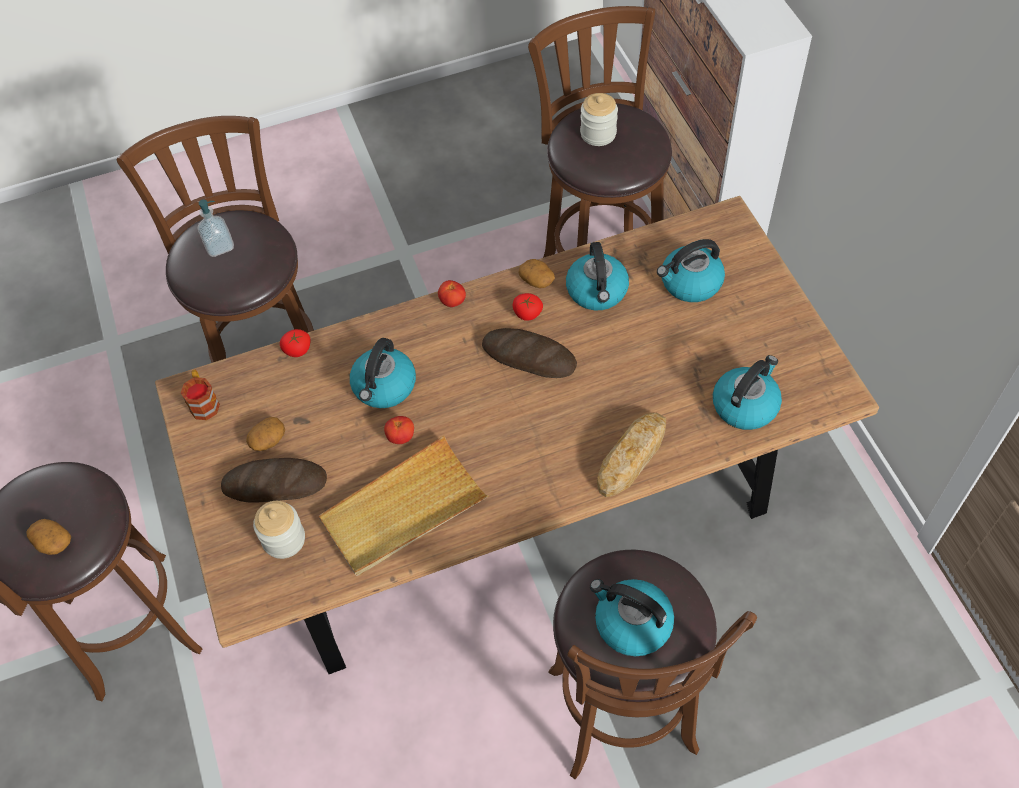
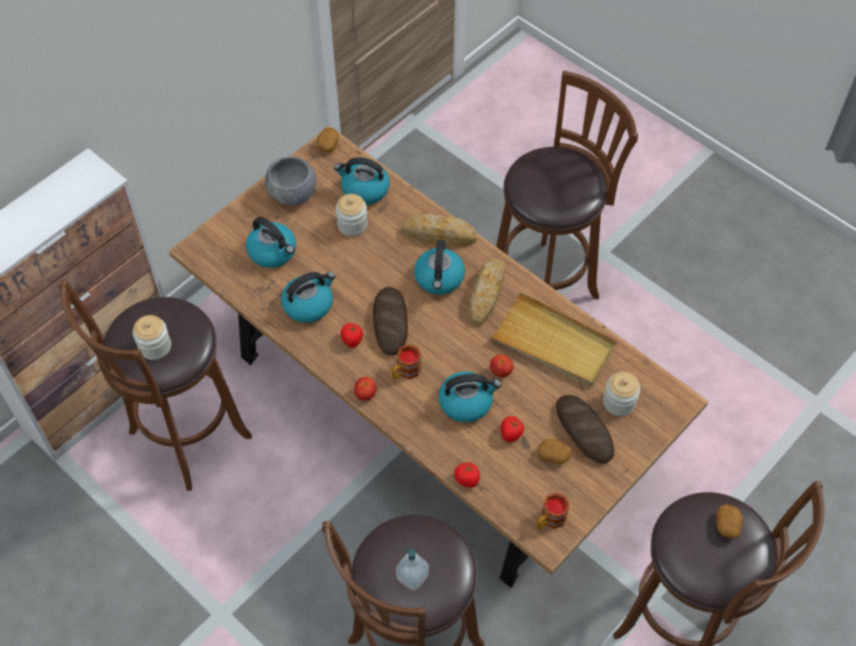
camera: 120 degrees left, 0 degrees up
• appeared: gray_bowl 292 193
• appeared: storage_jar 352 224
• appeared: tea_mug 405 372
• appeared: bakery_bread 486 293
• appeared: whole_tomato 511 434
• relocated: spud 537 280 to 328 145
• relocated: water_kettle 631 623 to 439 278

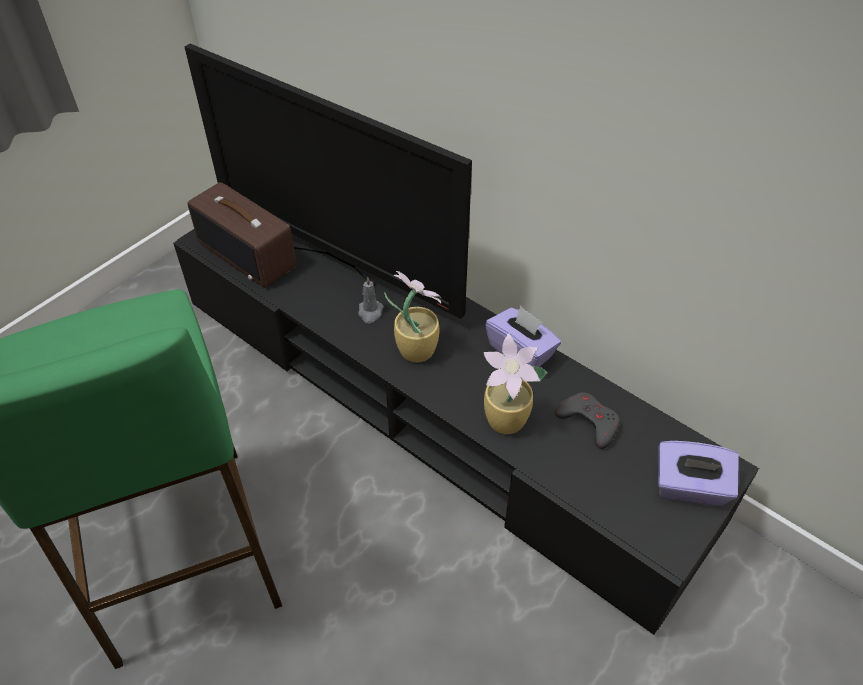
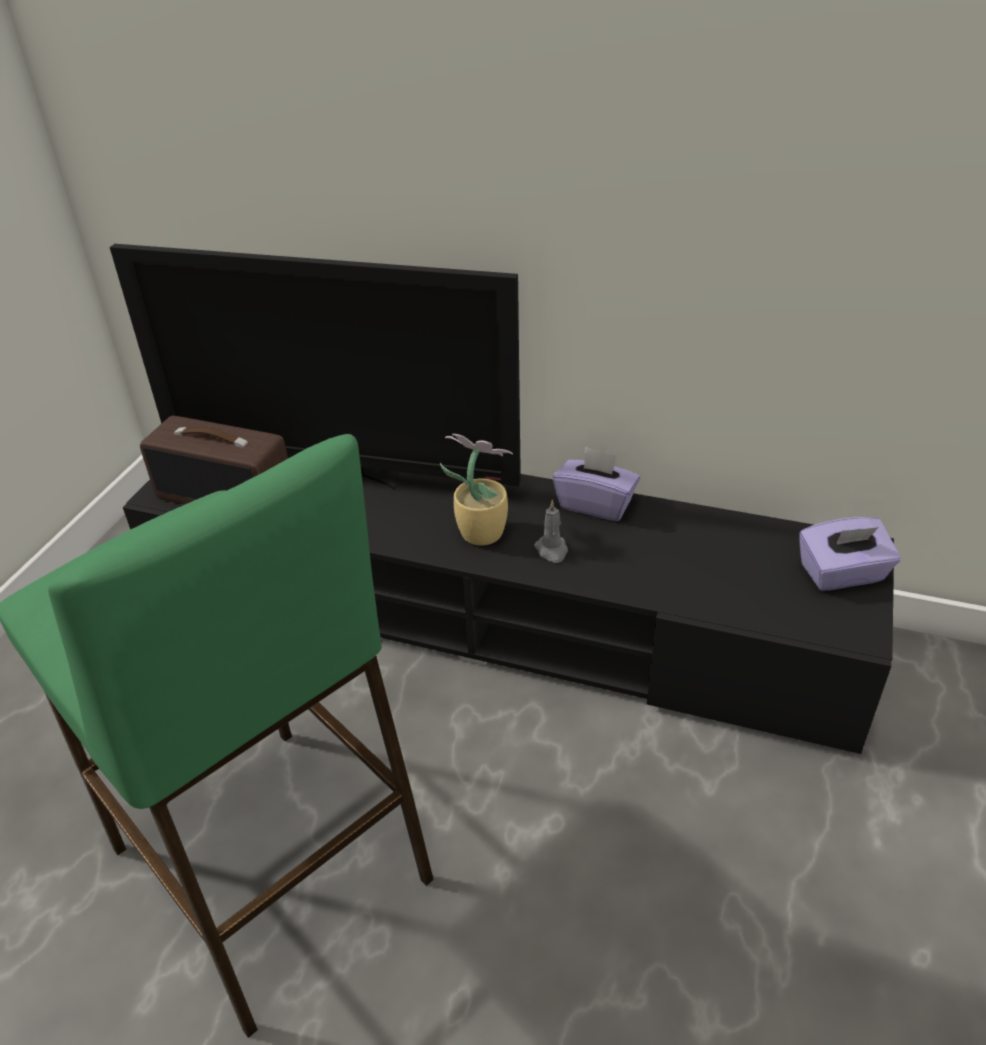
camera: 20 degrees left, 10 degrees down
• missing: plant_in_a_pot 507 422
• missing: gray_game_controller 588 422
• relocated: gray_wax_light 370 312 to 552 550

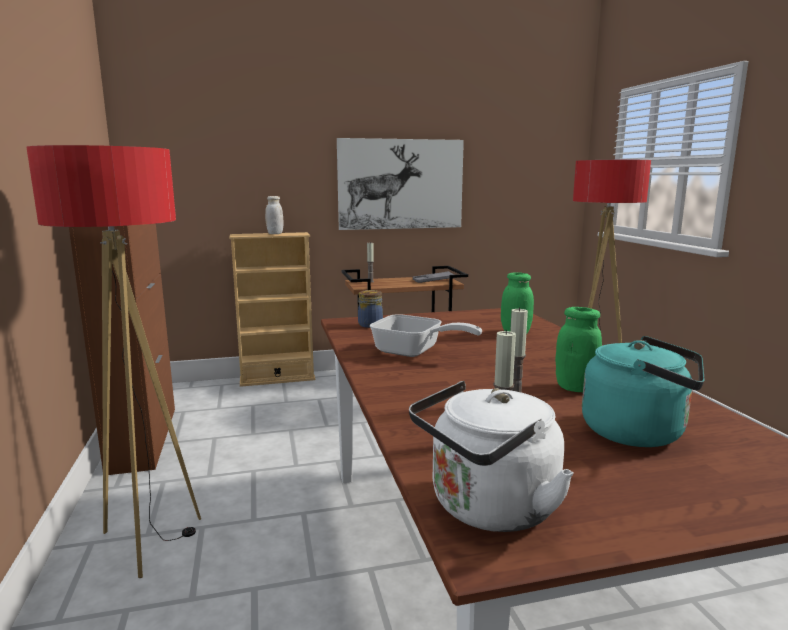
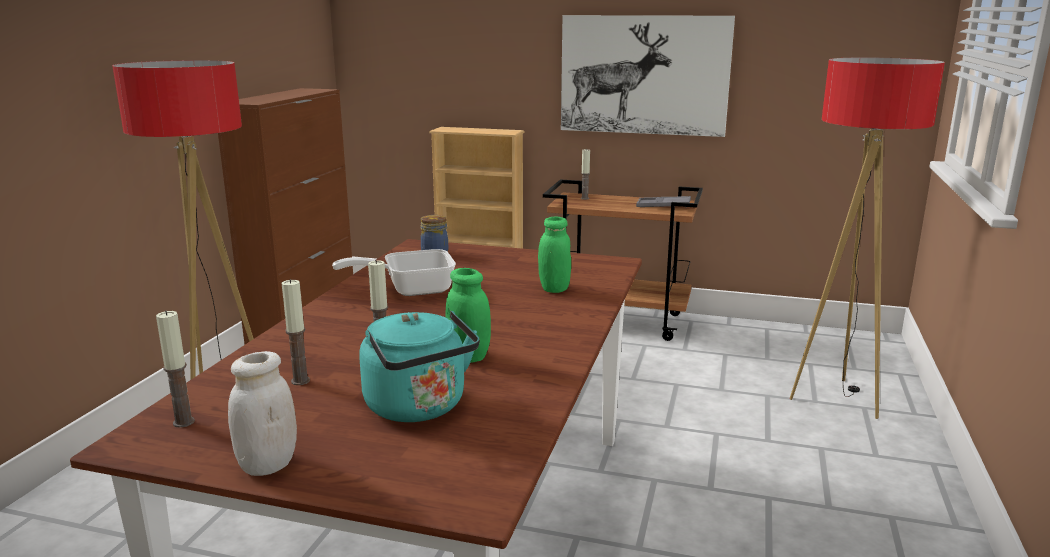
camera: 30 degrees right, 5 degrees up
• relocated: whitish_storage_jar 275 233 to 267 465
• exchanged: whitish_water_kettle 488 509 to wax_light 183 422
• spun: skillet 414 352 = 410 289 105 degrees clockwise

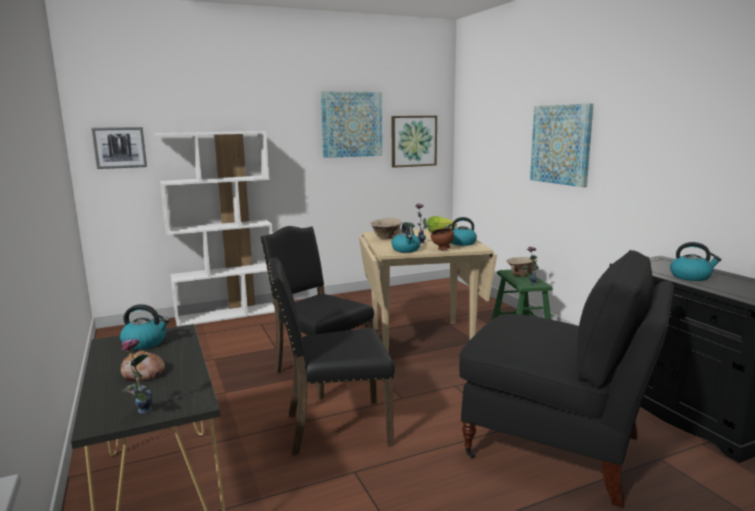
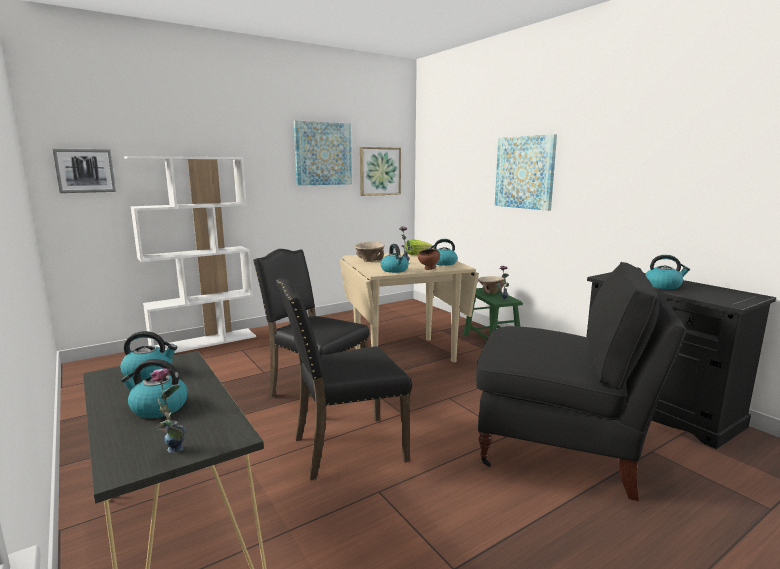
camera: 10 degrees left, 0 degrees up
• exchanged: bakery_bread 143 374 to water_kettle 158 407

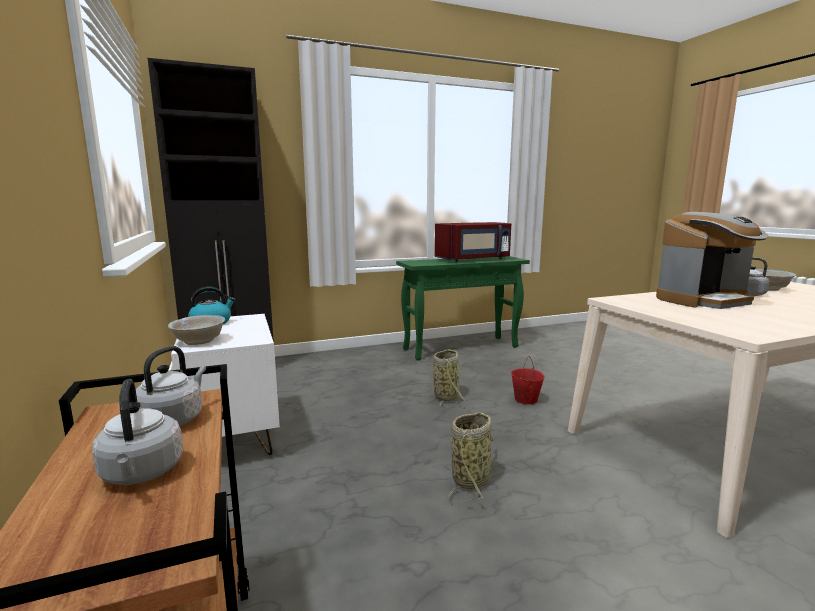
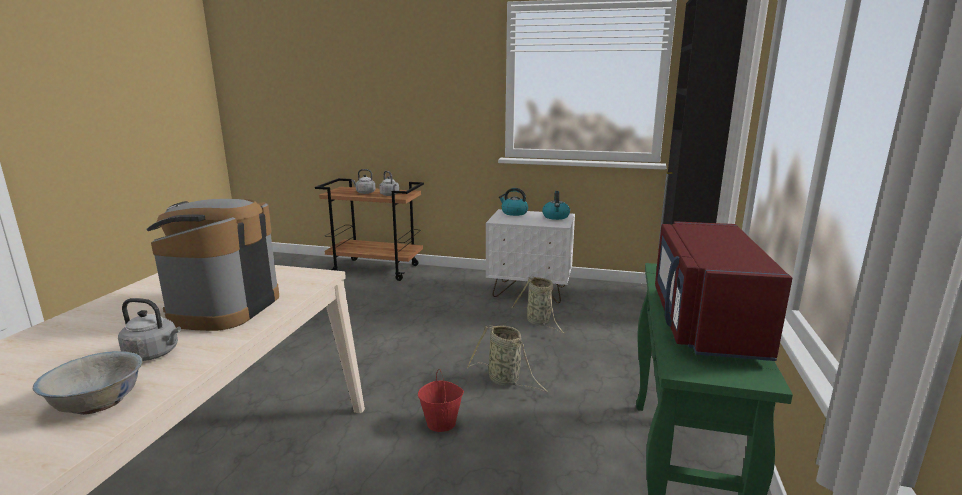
camera: 125 degrees right, 5 degrees up
• relocated: storage_basket 472 479 to 539 322
• exchanged: whitish_bowl 199 341 to water_kettle 514 213

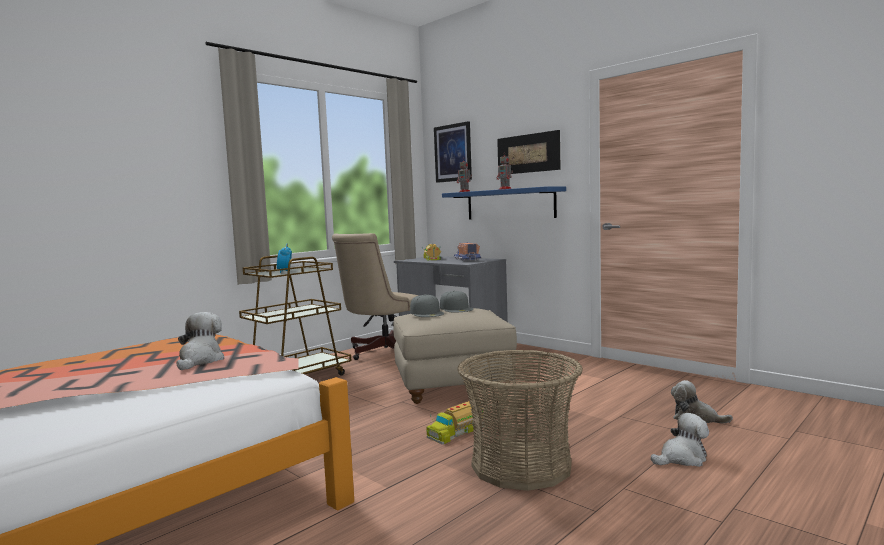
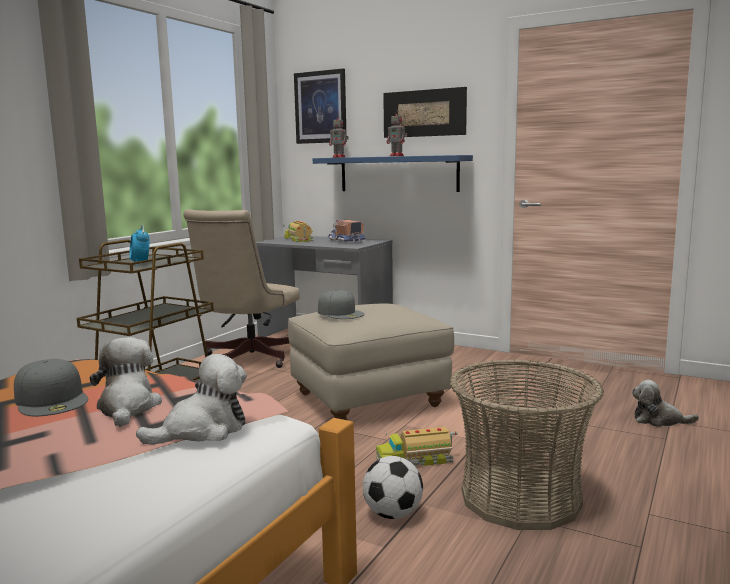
camera: 15 degrees left, 5 degrees up
• appeared: ball_for_football 393 514
• relocated: gray_peaked_cap 456 308 to 52 399
• relocated: soft_toy 682 458 to 203 430
• spun: toy_truck 456 431 = 415 460 45 degrees clockwise

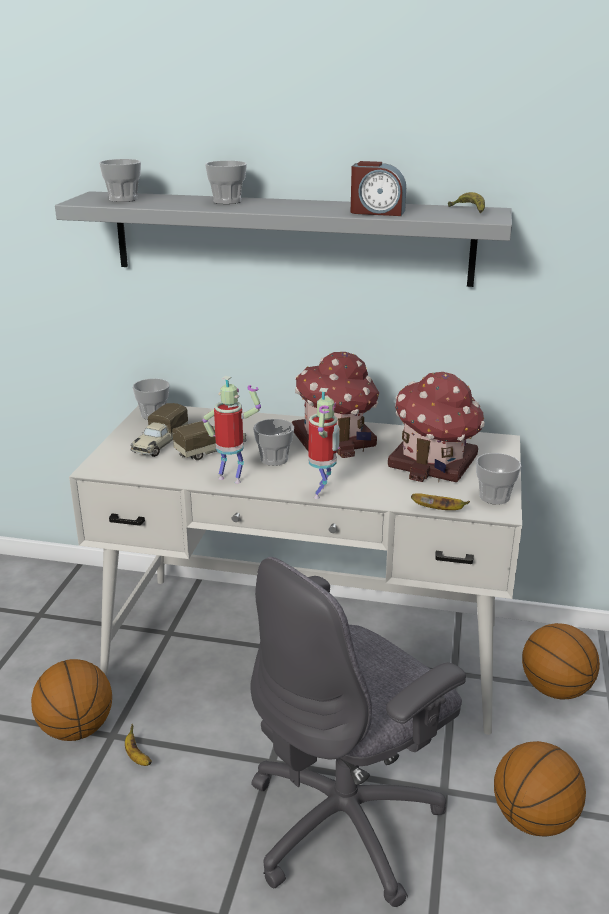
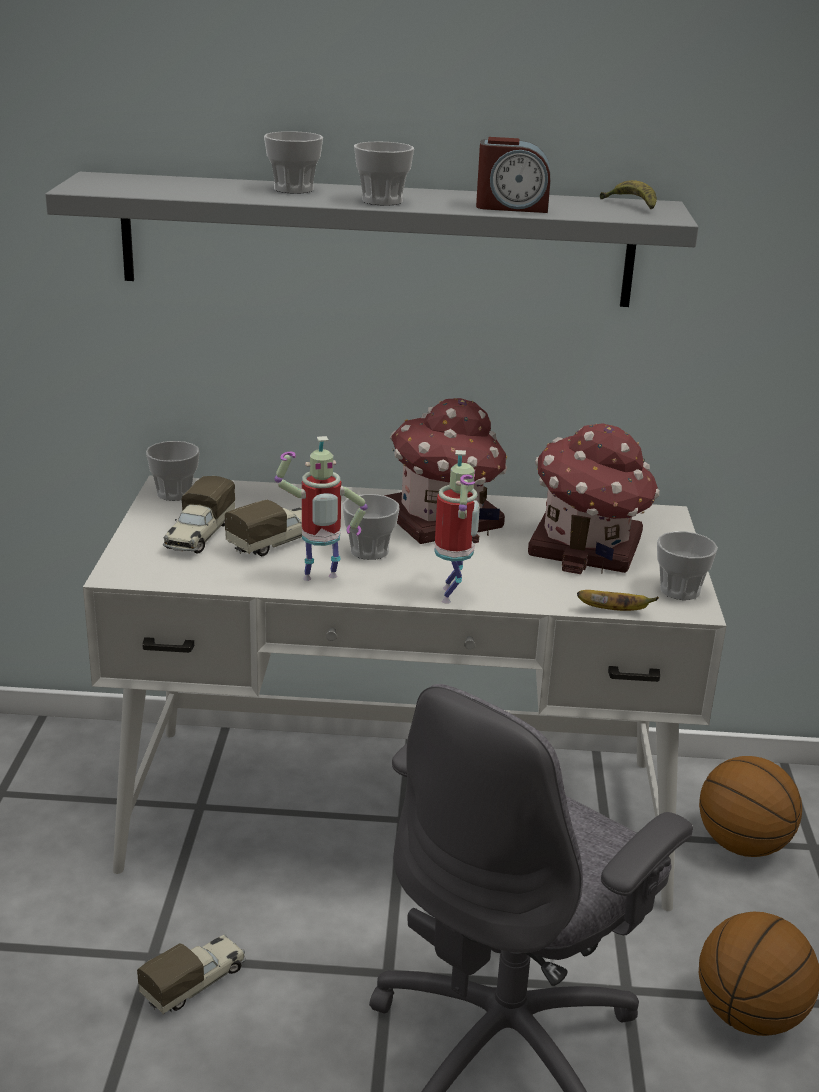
camera: 10 degrees left, 0 degrees up
• missing: ball_for_basketball 77 728
• relocated: drinking_cup 123 199 to 382 201
• exchanged: banana 136 756 to toy_truck 195 983
• spun: model_robot 232 478 = 320 580 150 degrees clockwise

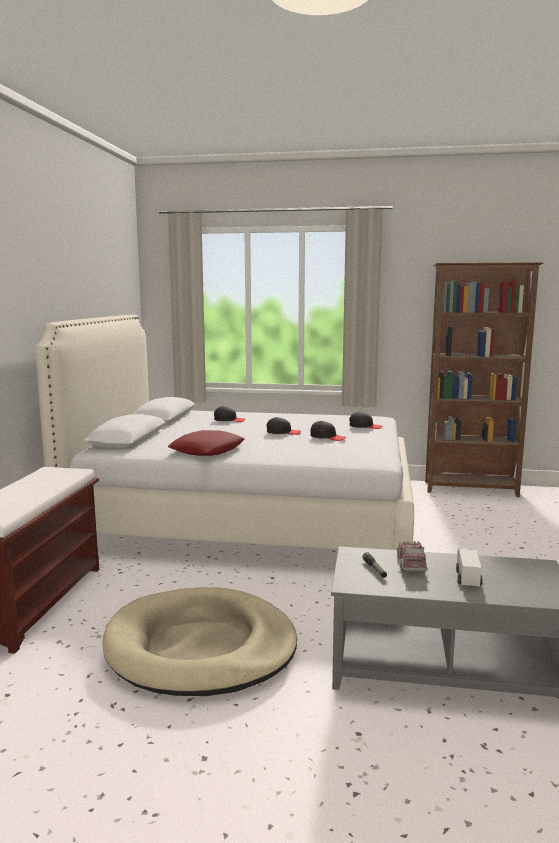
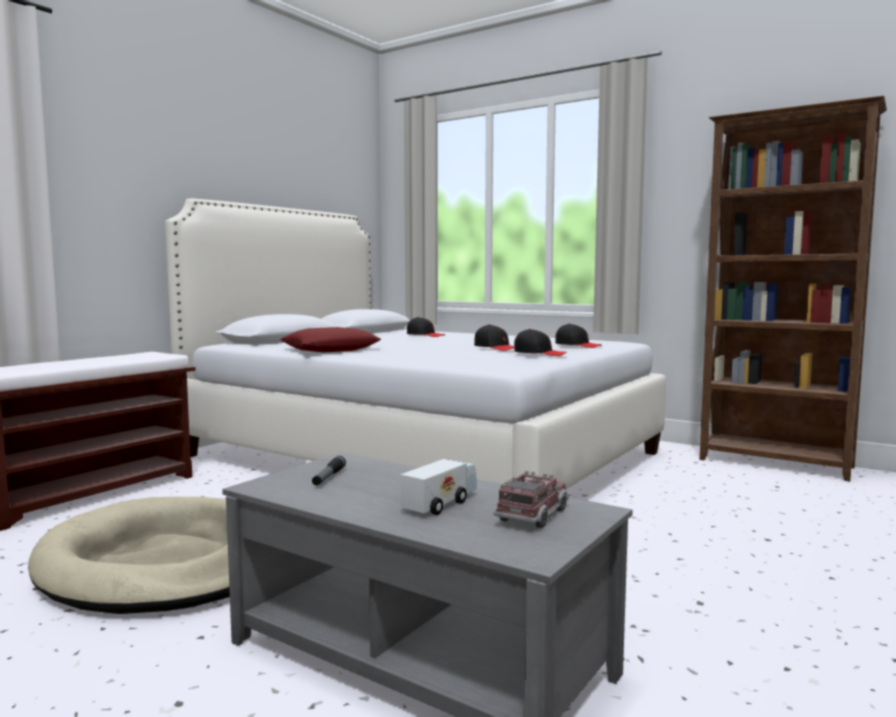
camera: 25 degrees right, 5 degrees down
• relocated: blackish_peaked_cap 283 433 to 539 353
• relocated: toy_truck 411 564 to 532 515

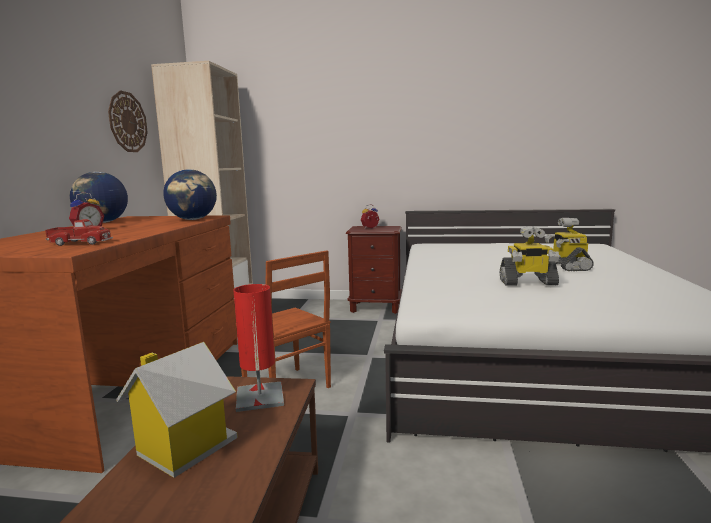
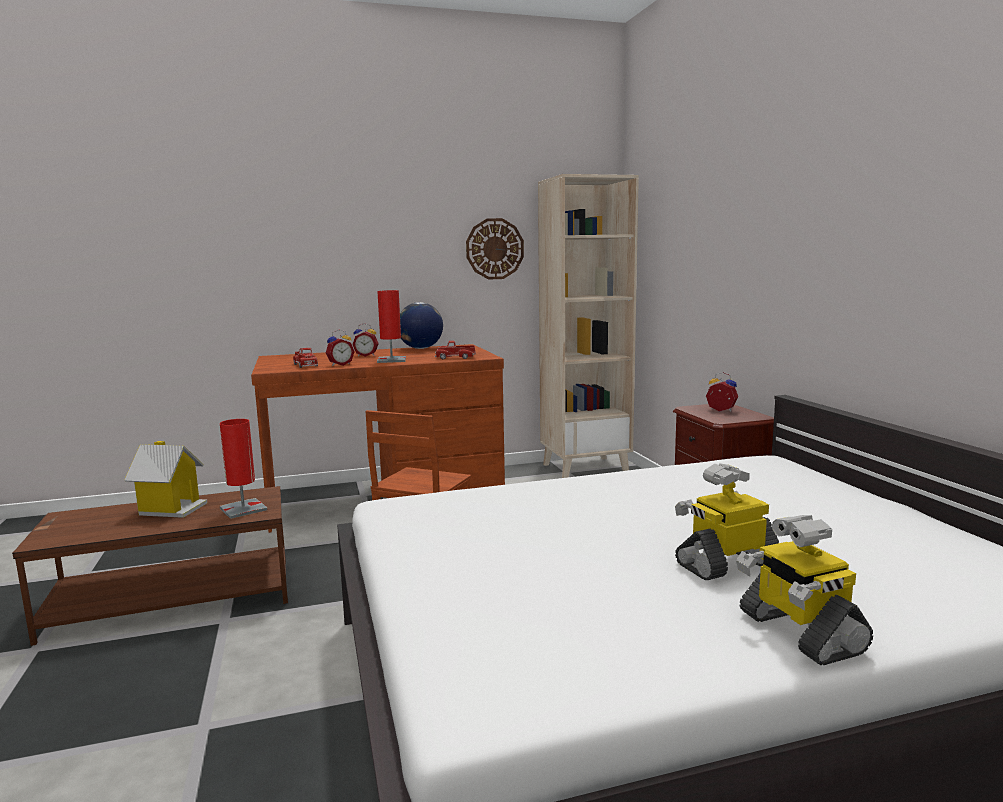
camera: 65 degrees right, 0 degrees up
• appeared: table_clock 340 364
• appeared: red_lamp_for_a_table 391 360
• relocated: model_robot 527 283 to 798 632
• exchanged: desk_globe 193 219 to toy_truck 455 358

